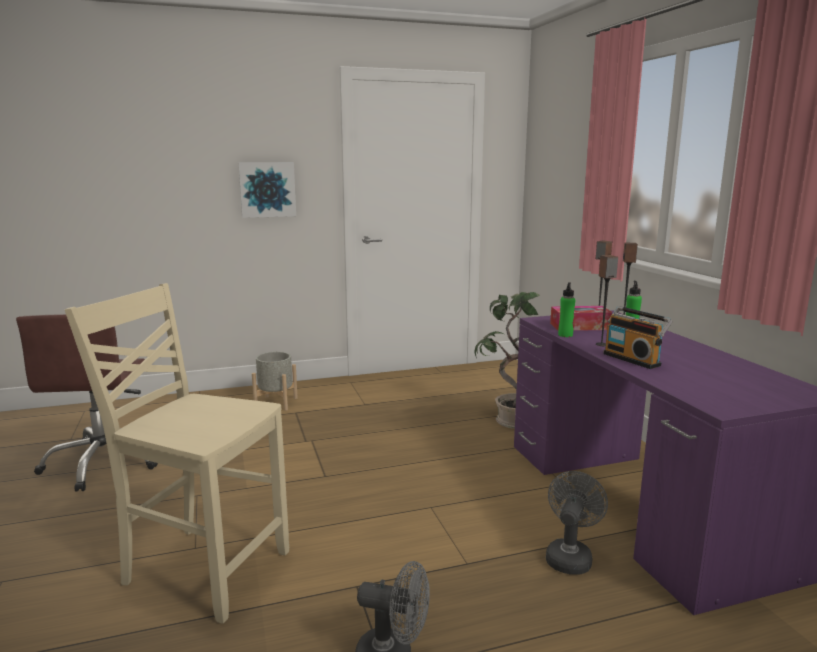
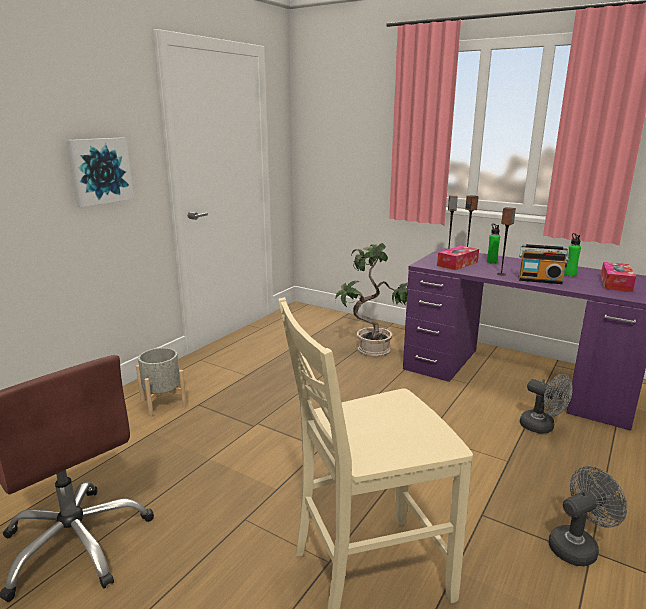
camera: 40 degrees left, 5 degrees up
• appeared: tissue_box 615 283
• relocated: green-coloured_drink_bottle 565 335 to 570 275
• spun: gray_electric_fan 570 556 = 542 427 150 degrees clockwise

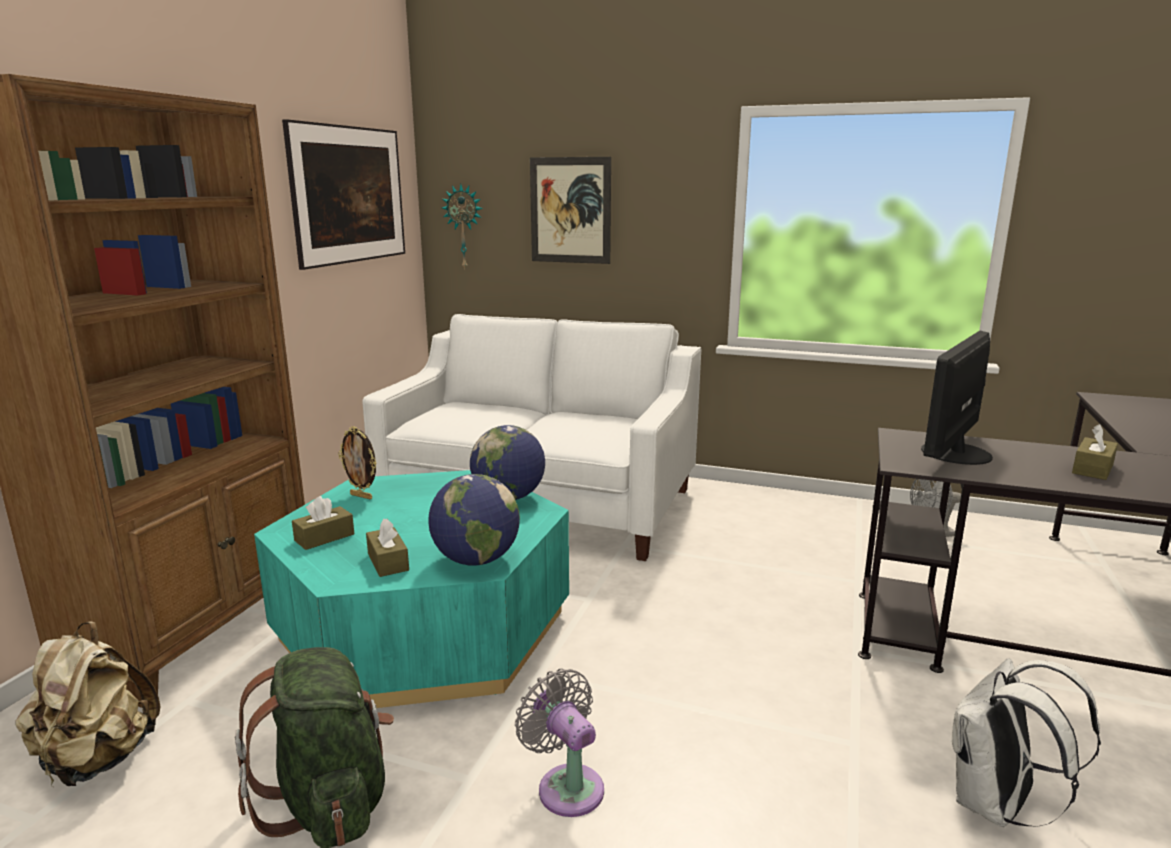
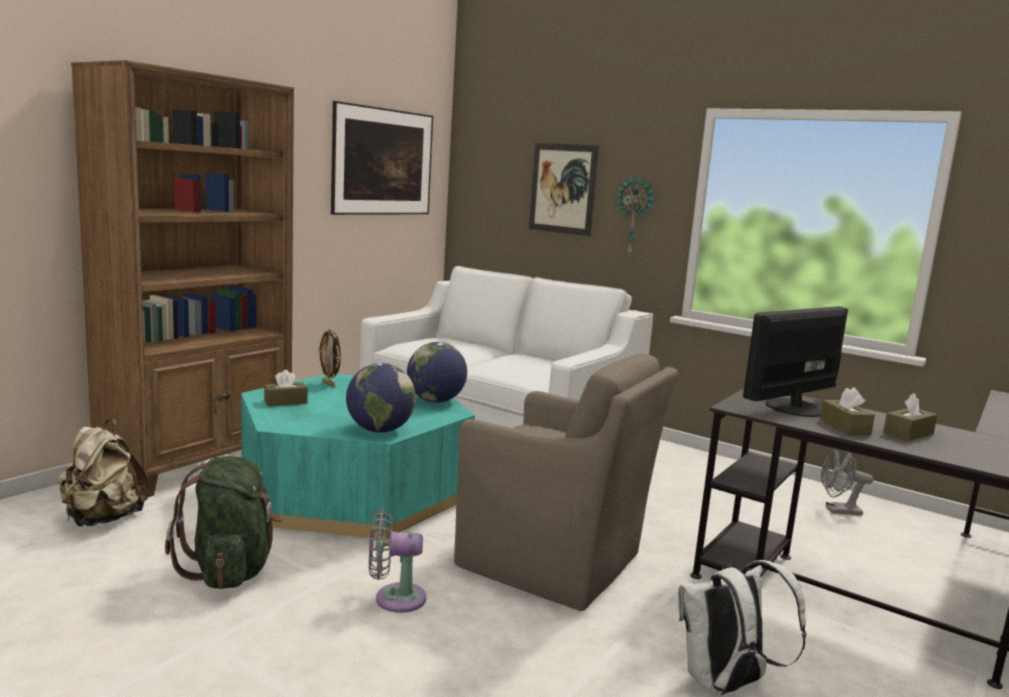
camera: 15 degrees right, 5 degrees down
• appeared: brown_lounge_chair 554 563
• relocated: brown_tissue_box 388 562 to 844 427
• relocated: clock_on_the_wall 464 227 to 634 216
• spun: gray_electric_fan 567 785 = 394 598 75 degrees counterclockwise

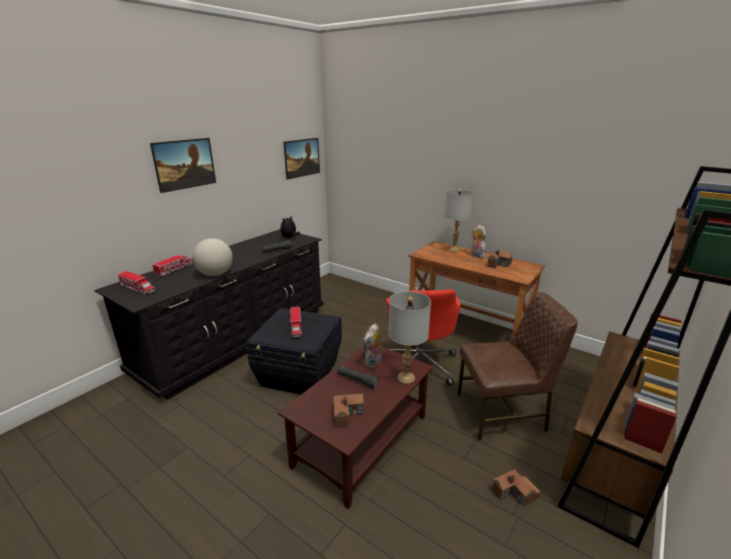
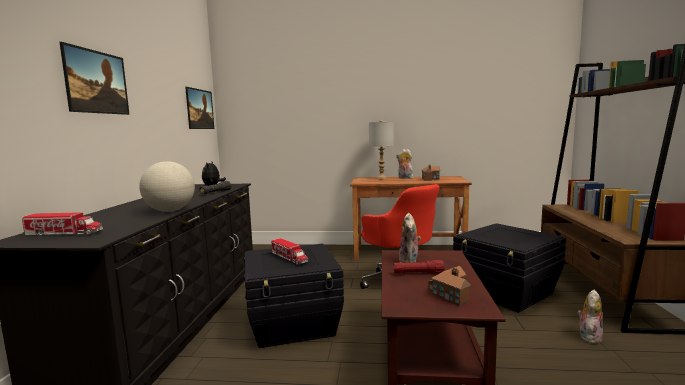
camera: 30 degrees left, 15 degrees down
• missing: toy_truck 174 269
• missing: gray_lamp_for_a_table 405 377
• exchanged: brown_plain_chair 502 413 to blackish_storage_bin 506 292
• exchanged: miniature_house 515 493 to soft_toy 588 336
• colour: blackish_flashlight 357 380 to red_flashlight 418 273

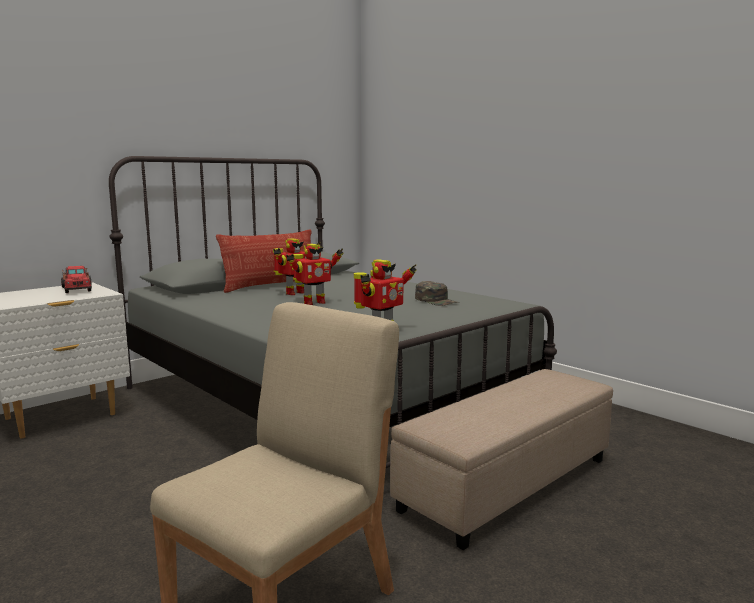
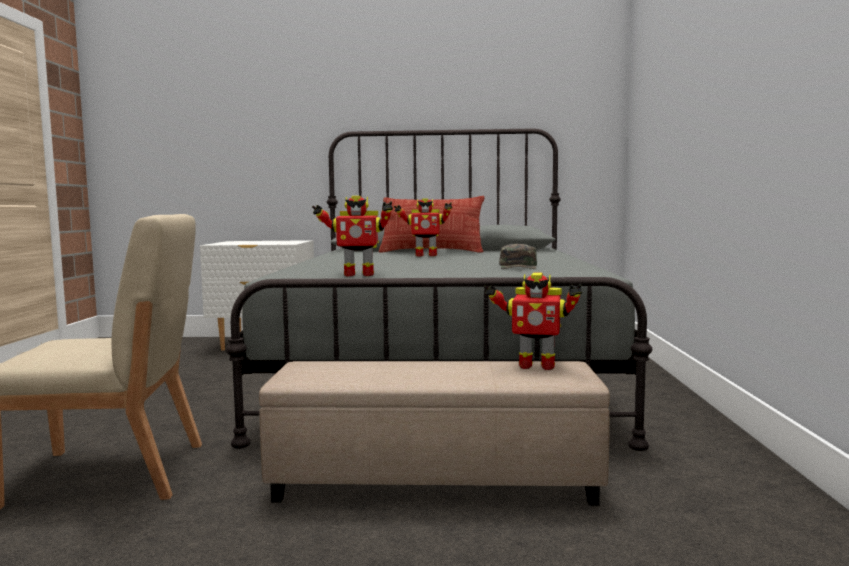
camera: 45 degrees right, 5 degrees down
• missing: toy_truck 78 289
• relocated: model_robot 313 303 to 535 366

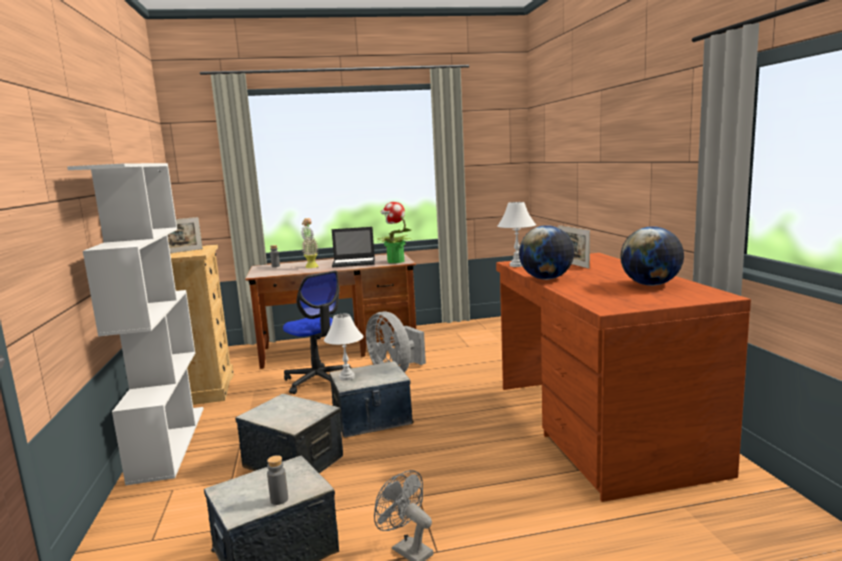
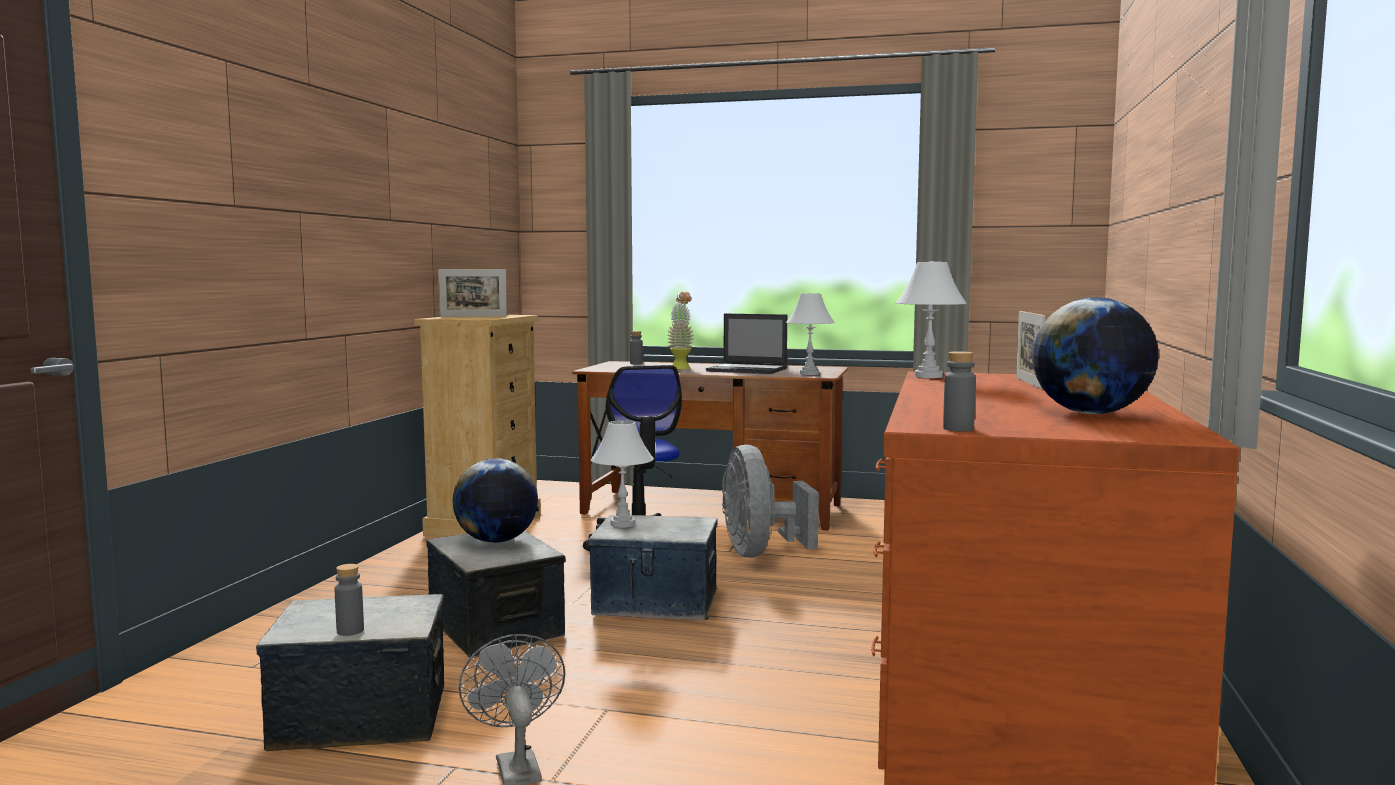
camera: 25 degrees right, 5 degrees down
• missing: whitish_shelving_unit 168 442
• appeared: gray_drink_bottle 958 429
• relocated: desk_globe 546 279 to 496 541
• exchanged: plant_in_a_pot 395 261 to whitish_lamp_for_a_table 809 374

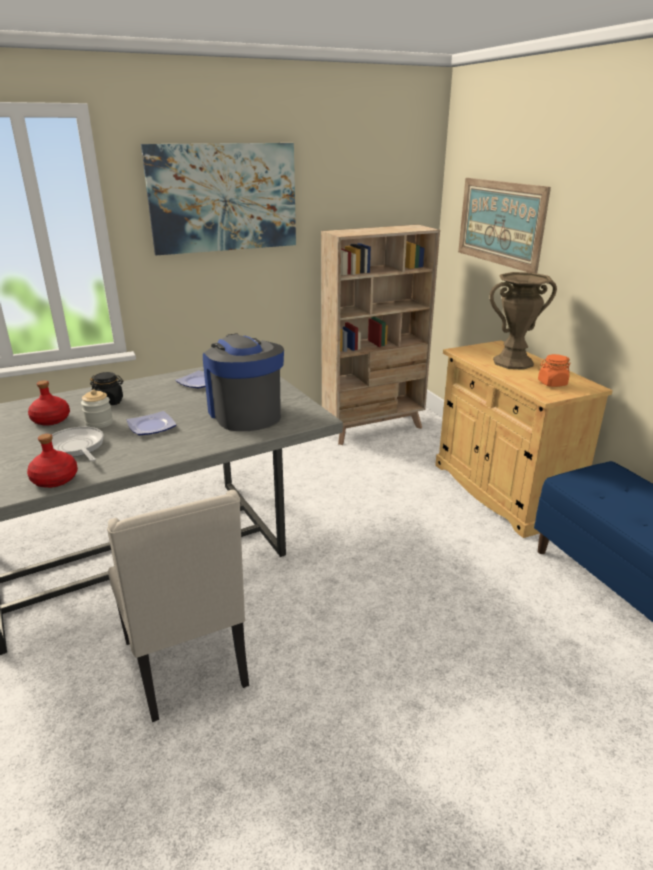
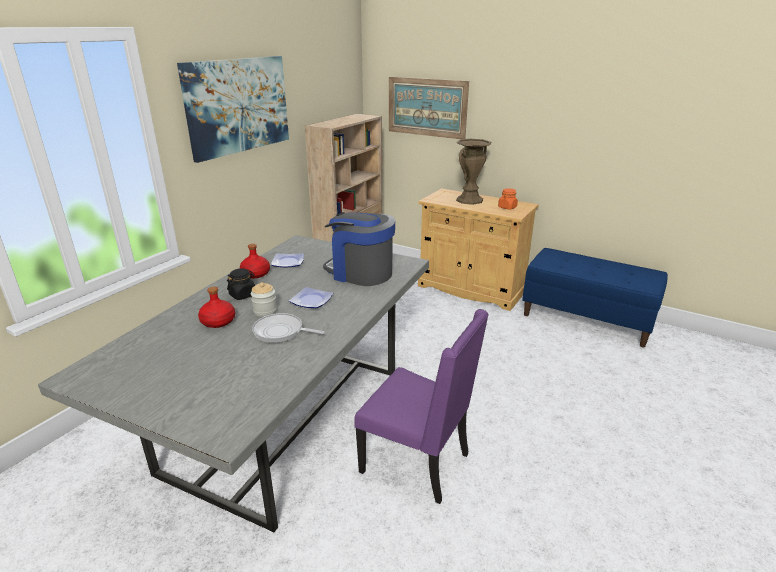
camera: 35 degrees left, 0 degrees up
• relocated: red_drink_bottle 55 479 to 256 274
• colour: sand-coloured_plain_chair 189 664 to purple_plain_chair 418 463

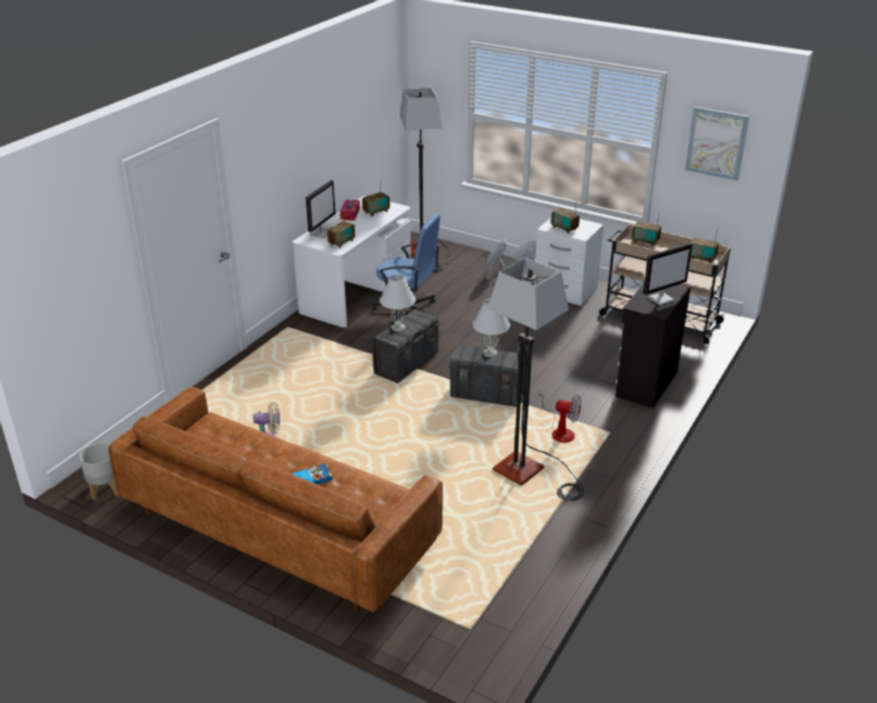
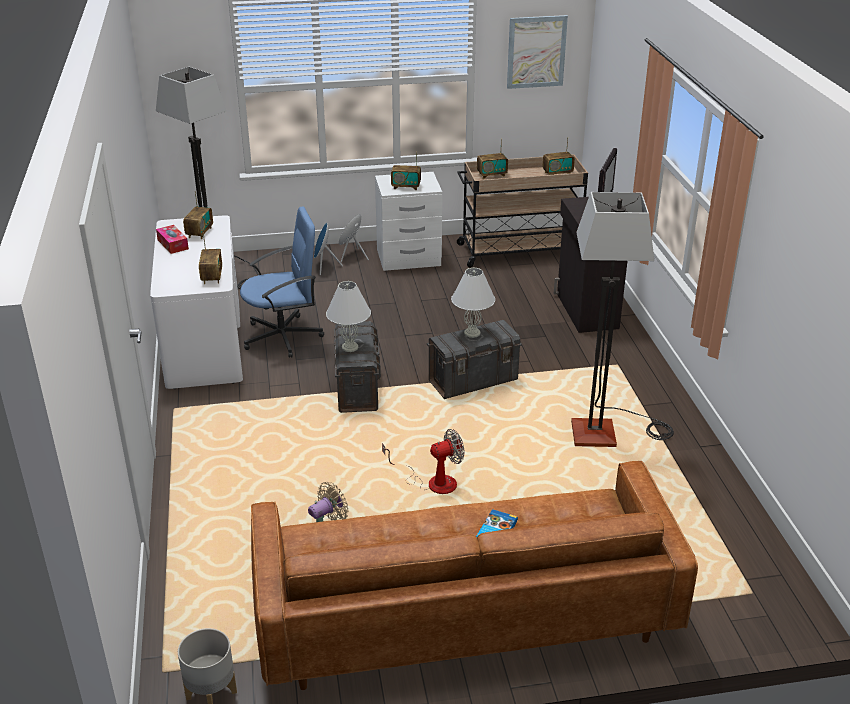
camera: 40 degrees left, 0 degrees up
• missing: monitor 320 233
• relocated: electric_fan 559 431 to 432 482

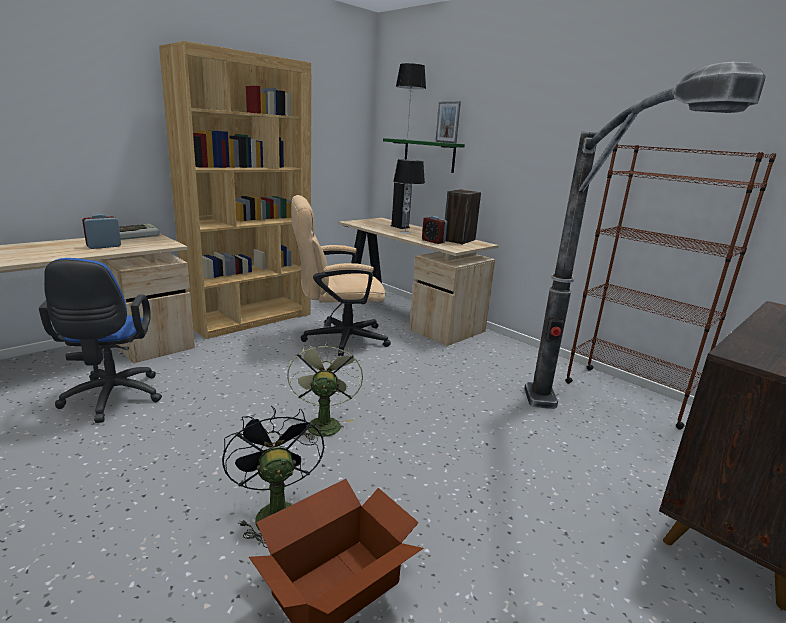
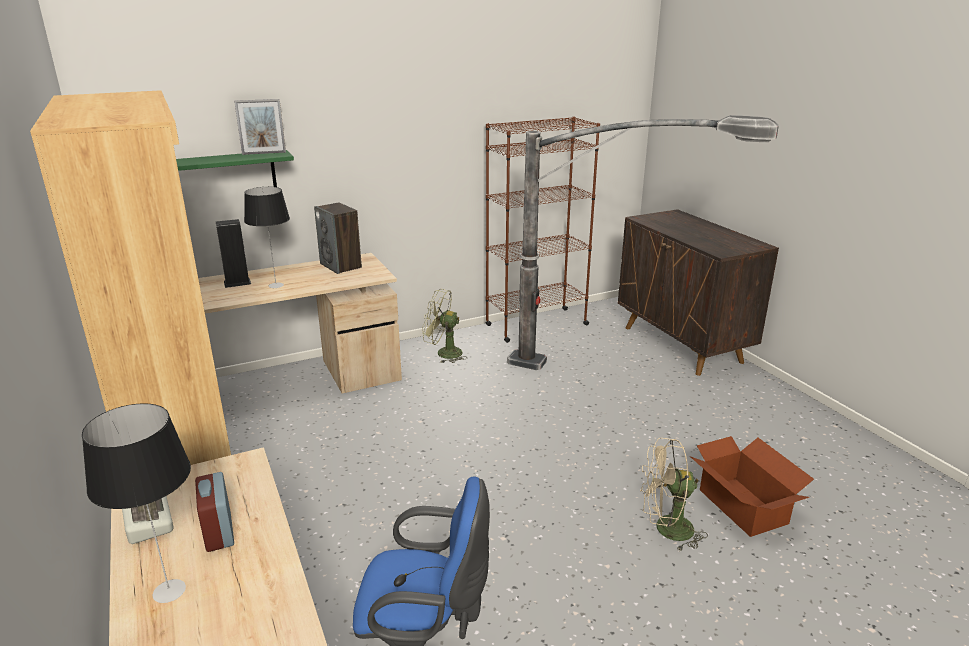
camera: 70 degrees left, 5 degrees up
• missing: sand-coloured_office_chair 337 339
• missing: table_clock 433 241
• relocated: green-coloured_electric_fan 322 423 to 443 353
• relocated: lamp_for_a_table 407 139 to 169 592
• colour: blackish_electric_fan 274 512 to sand-coloured_electric_fan 666 530

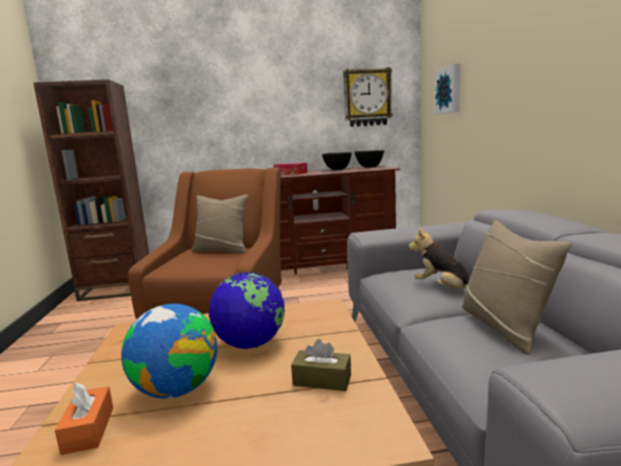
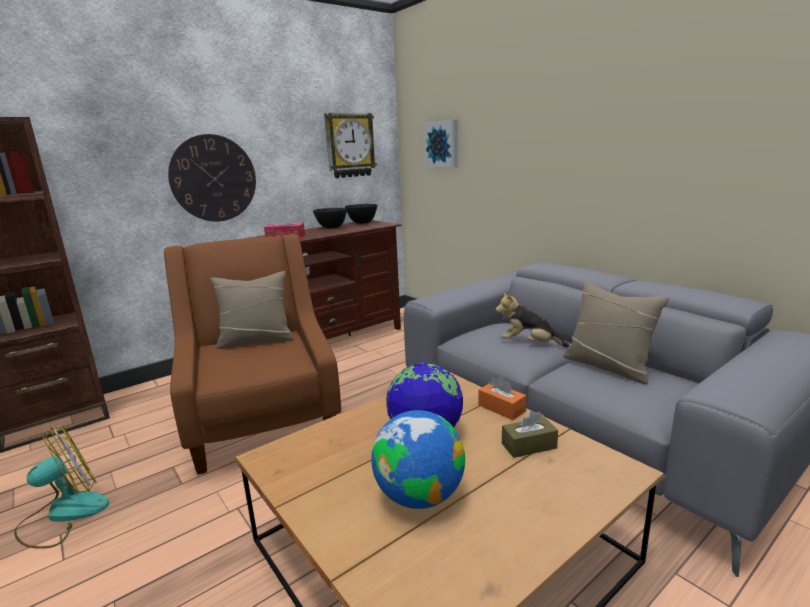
camera: 30 degrees left, 5 degrees up
• appeared: electric_fan 63 514
• appeared: clock_on_the_wall 213 178
• relocated: orange-coloured_tissue_box 88 429 to 501 408

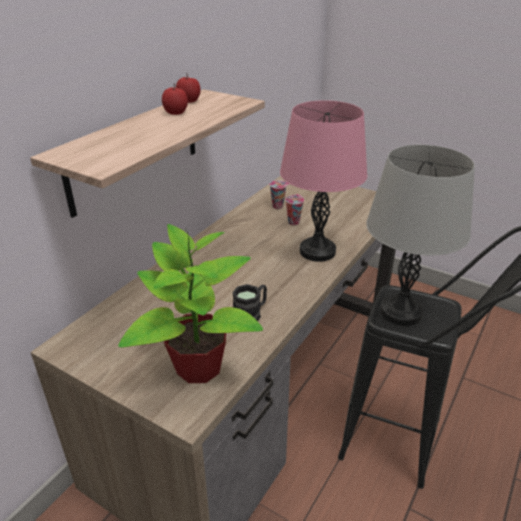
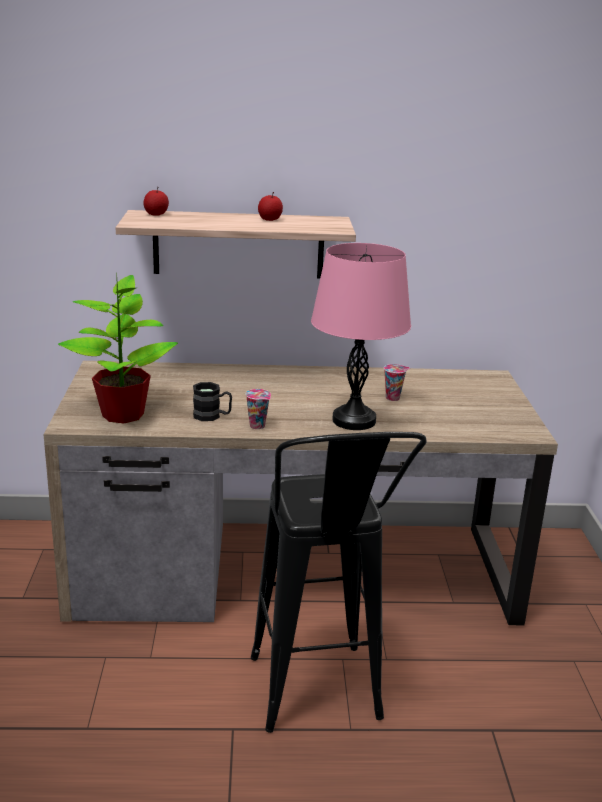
camera: 55 degrees right, 10 degrees down
• missing: gray_lamp_for_a_table 400 312
• relocated: apple 188 101 to 156 214
• relocated: drinking_cup 278 206 to 258 426

